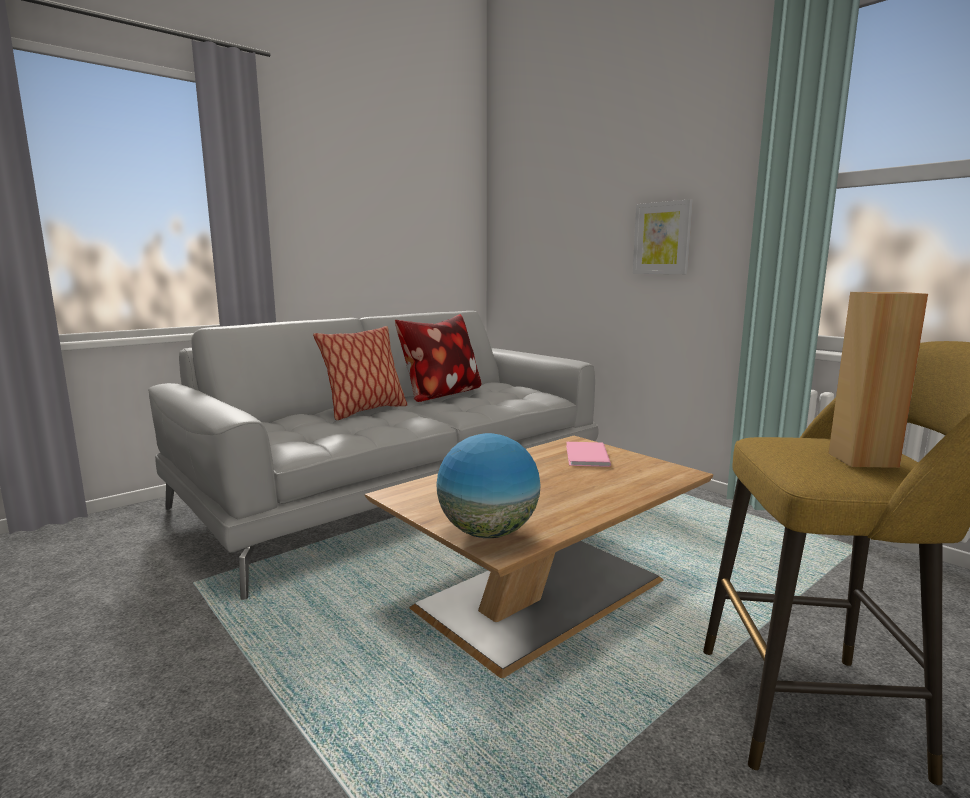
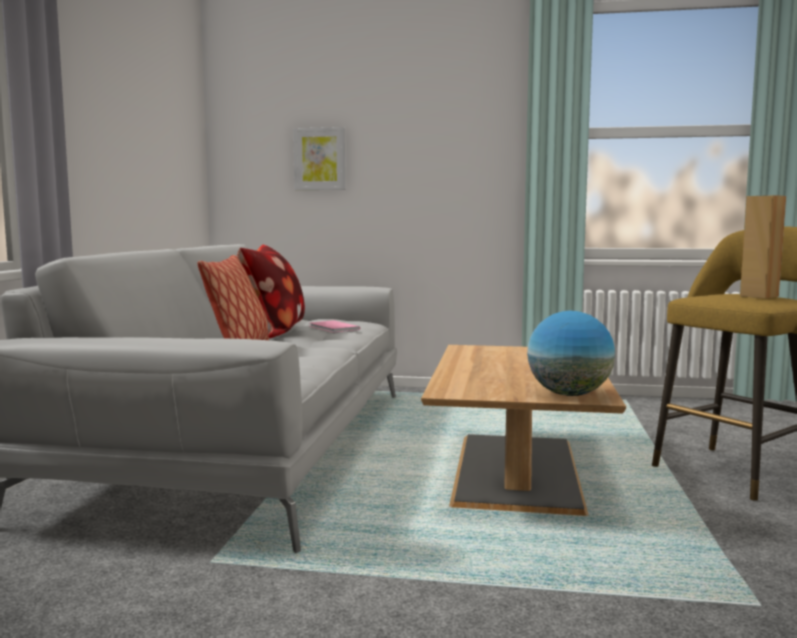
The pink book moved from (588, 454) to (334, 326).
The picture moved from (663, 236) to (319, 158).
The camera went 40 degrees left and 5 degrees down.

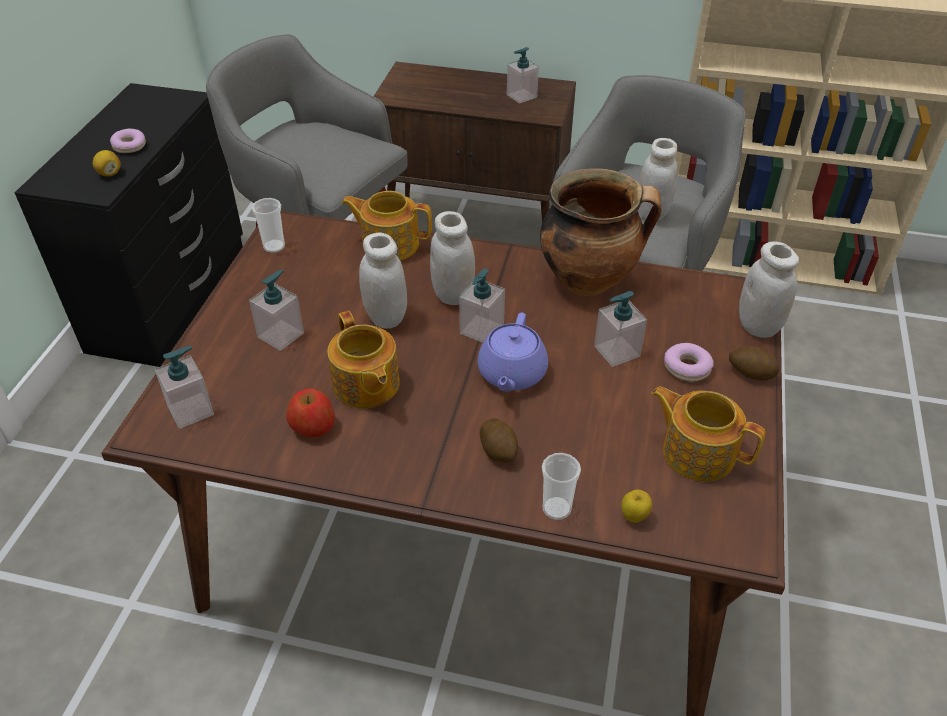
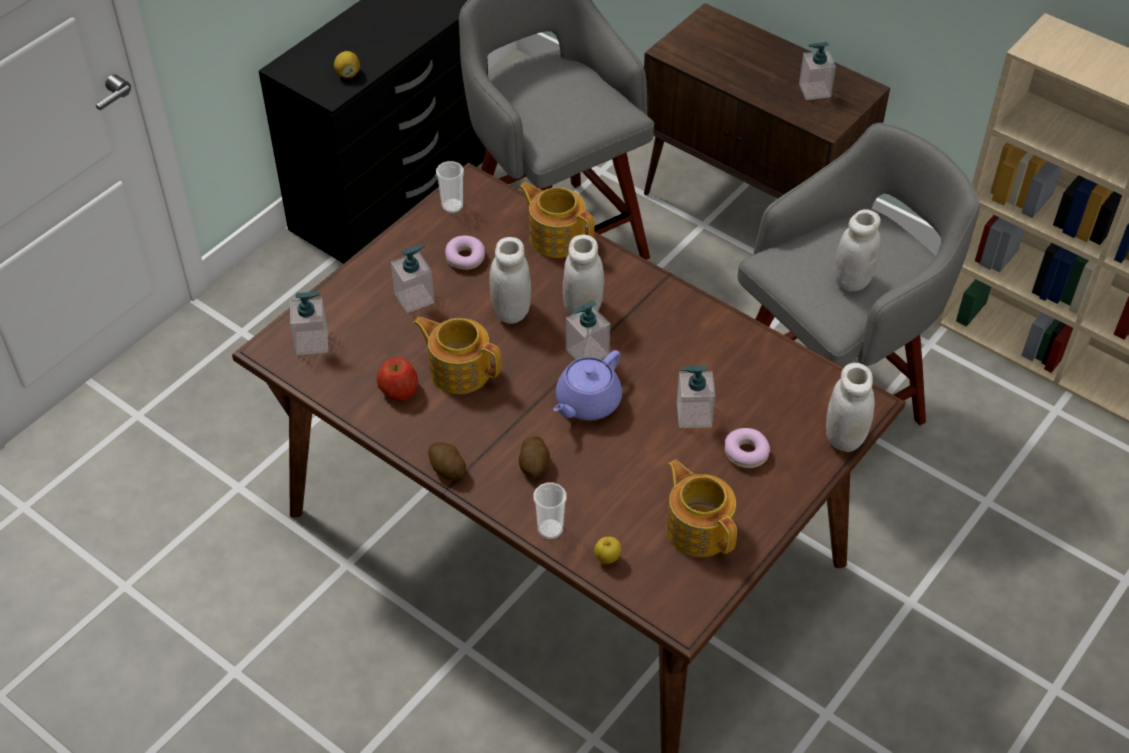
The cooking pot at (601, 232) disappeared.
The donut moved from (128, 141) to (465, 253).
The potato moved from (754, 363) to (447, 461).
The teapot at (364, 359) turned 120 degrees clockwise.
The camera went 25 degrees right and 5 degrees up.

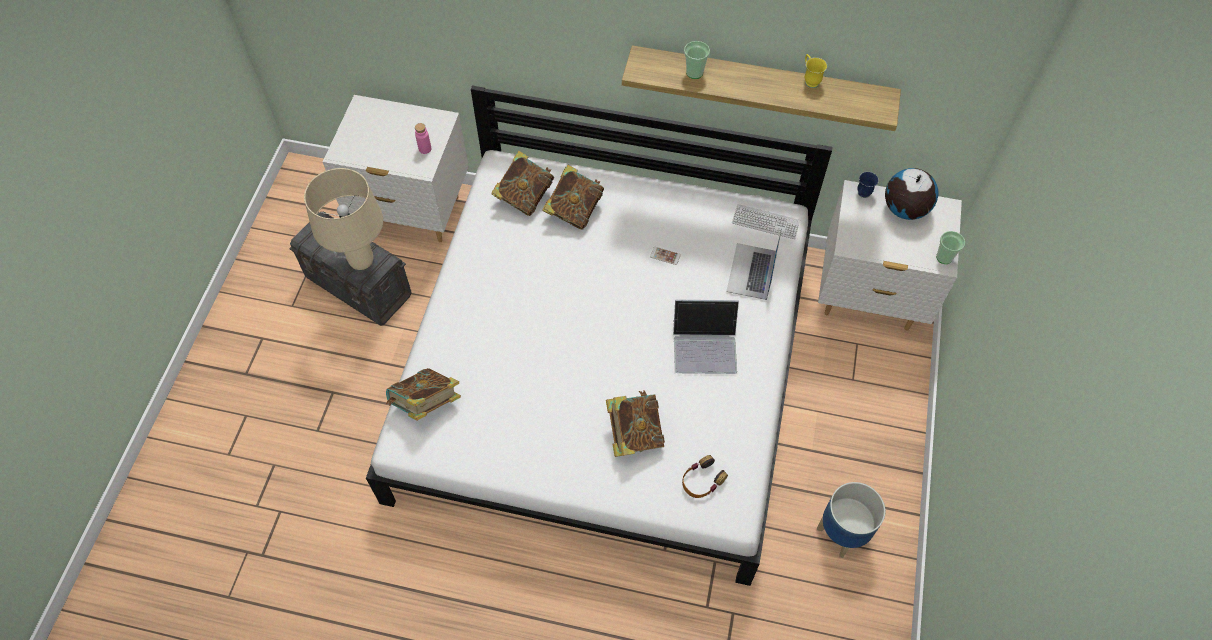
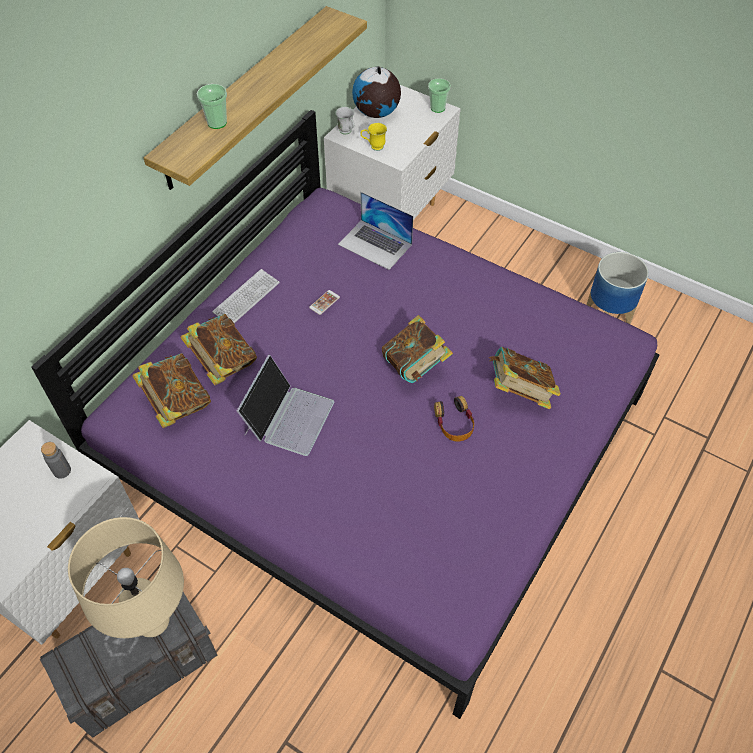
The book moved from (423, 394) to (417, 349).
The laptop moved from (706, 337) to (285, 405).
The headphones moved from (705, 476) to (454, 419).
The keyboard moved from (766, 221) to (246, 296).
The yellow mug moved from (816, 71) to (374, 137).
The white bed at (599, 336) became the purple bed at (345, 414).
The pink bottle at (423, 138) became the grey bottle at (56, 460).
The blue mug at (868, 185) became the white mug at (344, 121).
The camera went 70 degrees left and 5 degrees down.

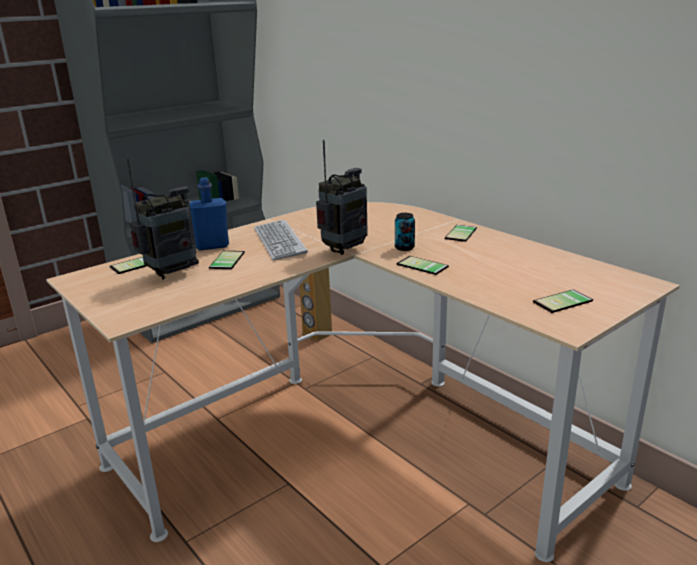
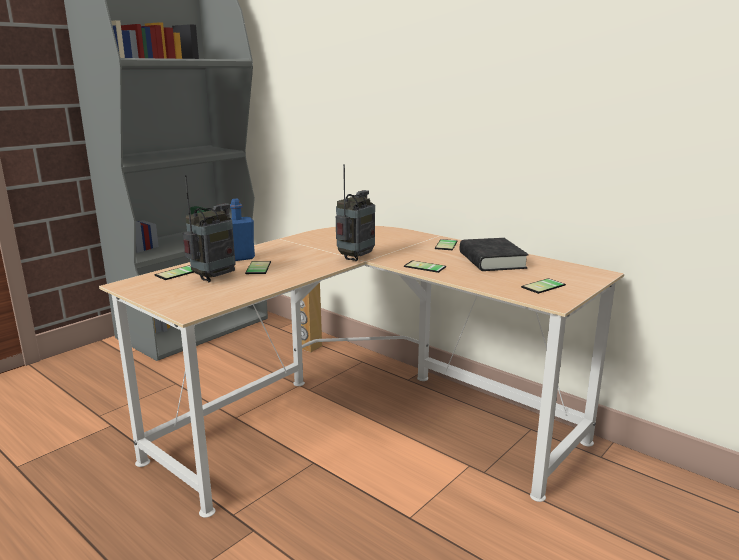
The keyboard at (281, 240) disappeared.
The can at (405, 232) disappeared.
The black book at (494, 254) appeared.
The camera went 10 degrees left and 5 degrees down.

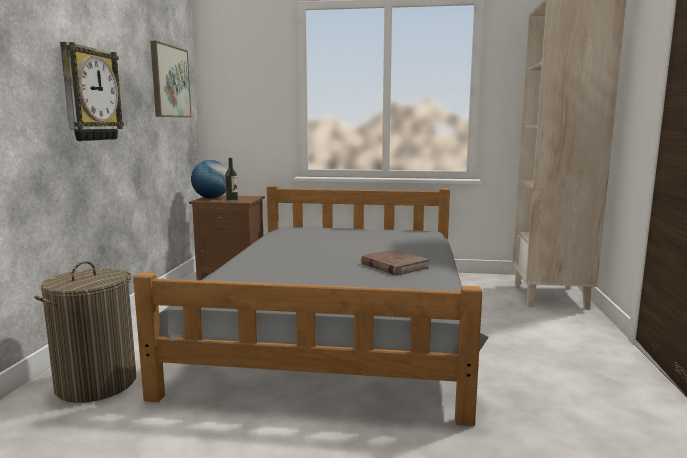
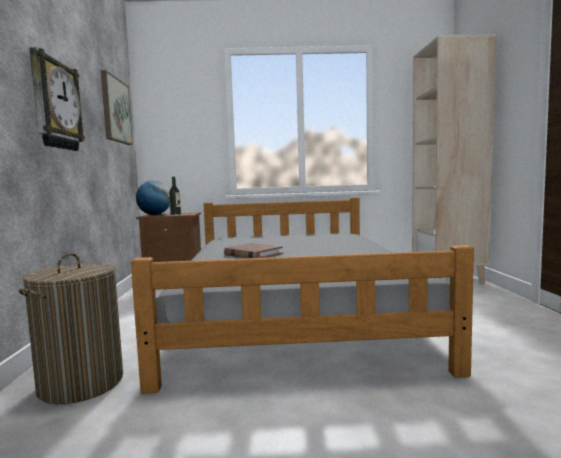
The brown book moved from (395, 262) to (253, 251).
The camera went 10 degrees left and 5 degrees down.

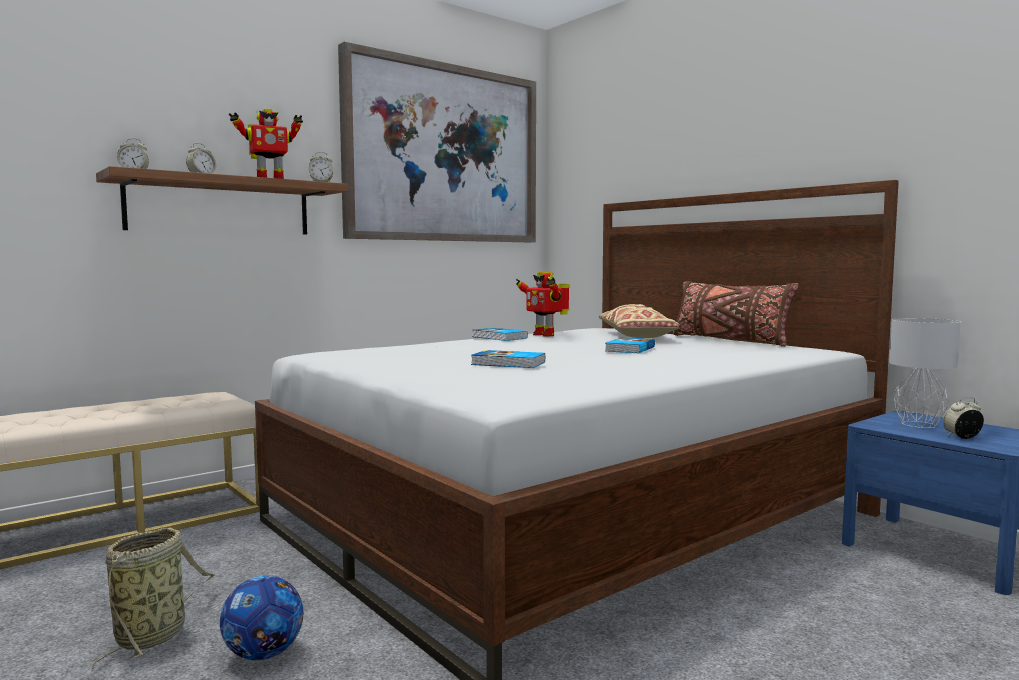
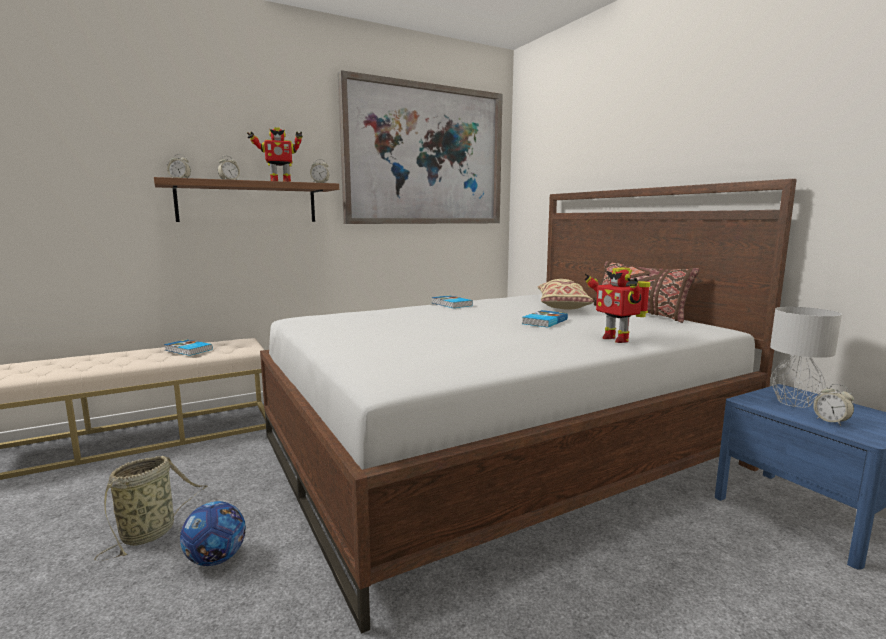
The book moved from (508, 359) to (188, 347).
The toy robot moved from (543, 304) to (617, 305).
The alarm clock at (963, 418) turned 120 degrees counterclockwise.
The camera went 10 degrees right and 5 degrees up.

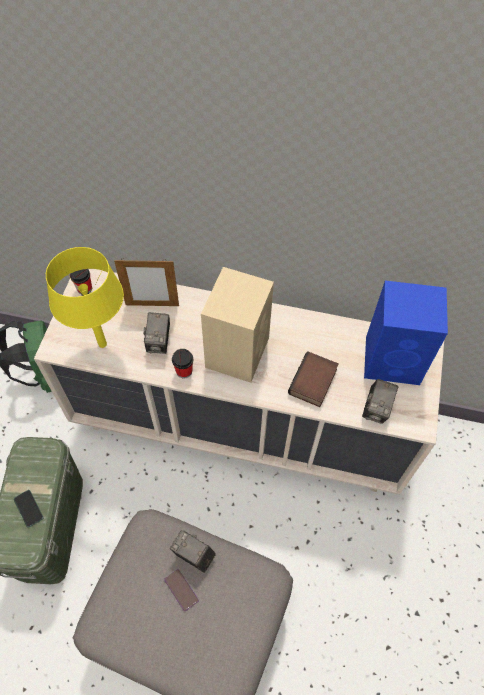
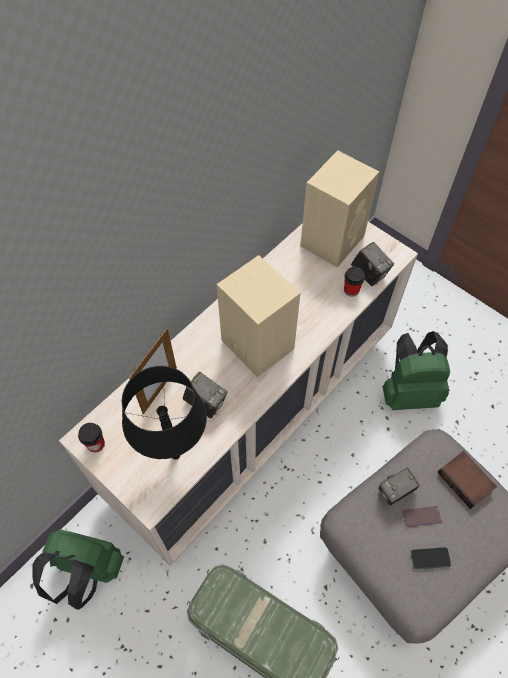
The green backpack at (416, 370) appeared.
The phone moved from (29, 509) to (430, 558).
The cup moved from (182, 363) to (354, 282).
The book moved from (313, 379) to (467, 480).
The yellow table lamp at (85, 297) became the black table lamp at (164, 413).
The blue speaker at (406, 332) became the beige speaker at (339, 209).
The camera went 60 degrees left and 0 degrees up.

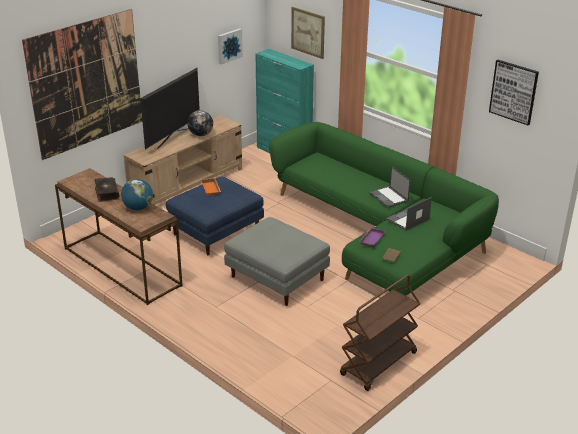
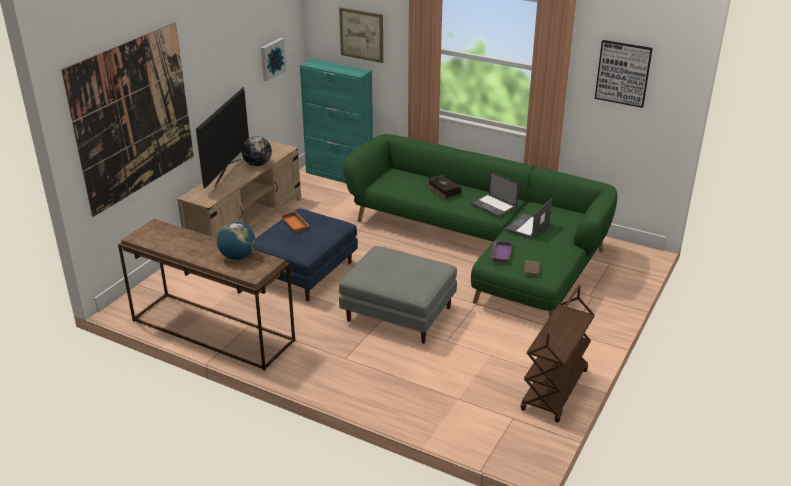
The book moved from (107, 189) to (444, 187).
The camera went 15 degrees left and 0 degrees up.

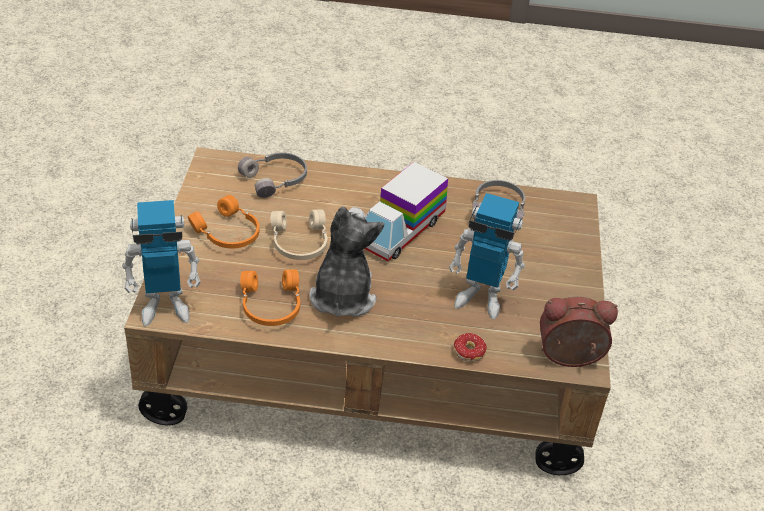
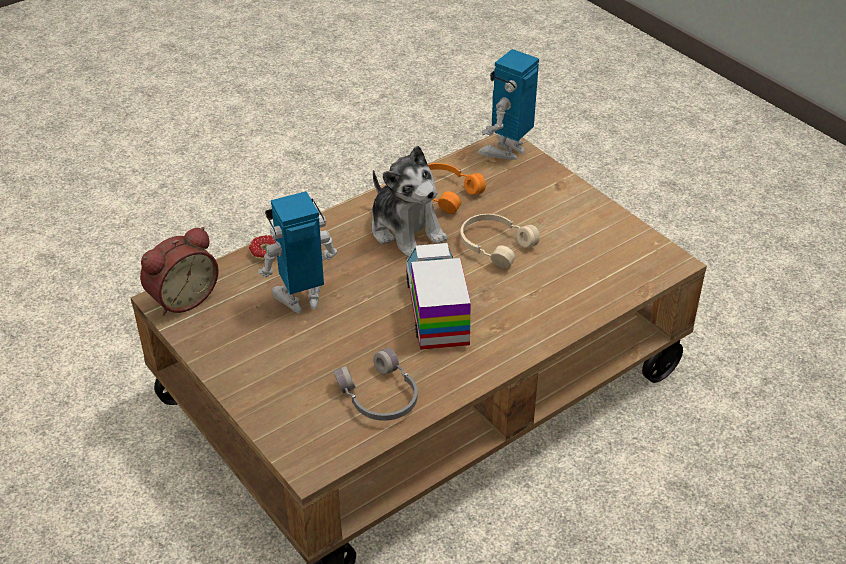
The orange headphones at (223, 222) disappeared.
The grey headphones at (272, 175) disappeared.
The camera went 140 degrees right and 0 degrees up.

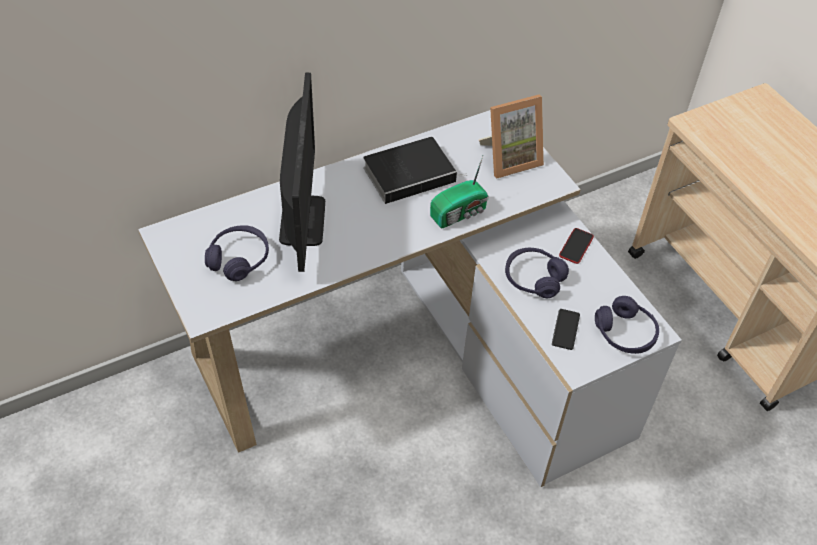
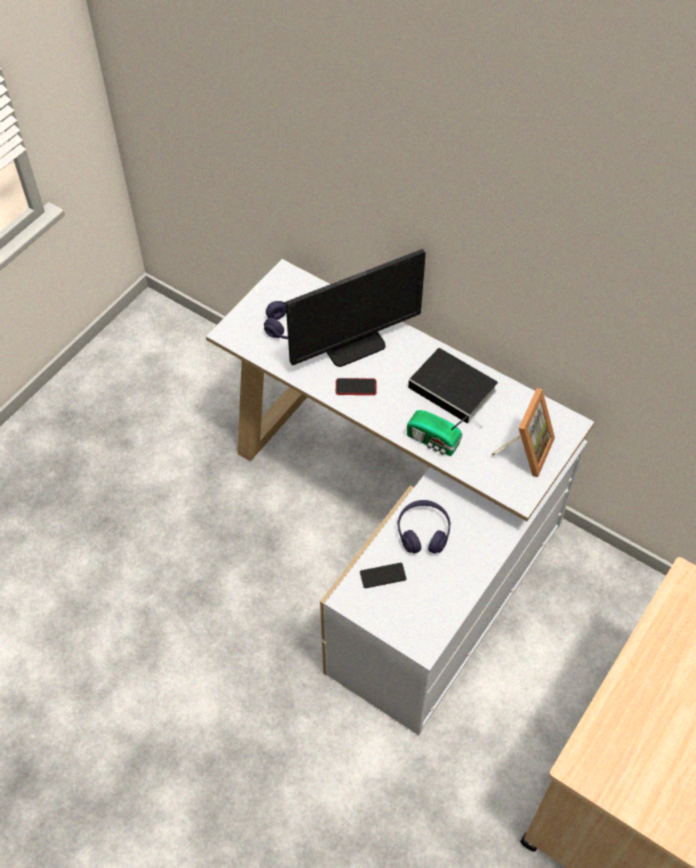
The purple headphones at (627, 325) disappeared.
The phone moved from (576, 246) to (356, 386).
The picture frame at (511, 137) turned 105 degrees counterclockwise.
The camera went 65 degrees right and 5 degrees up.

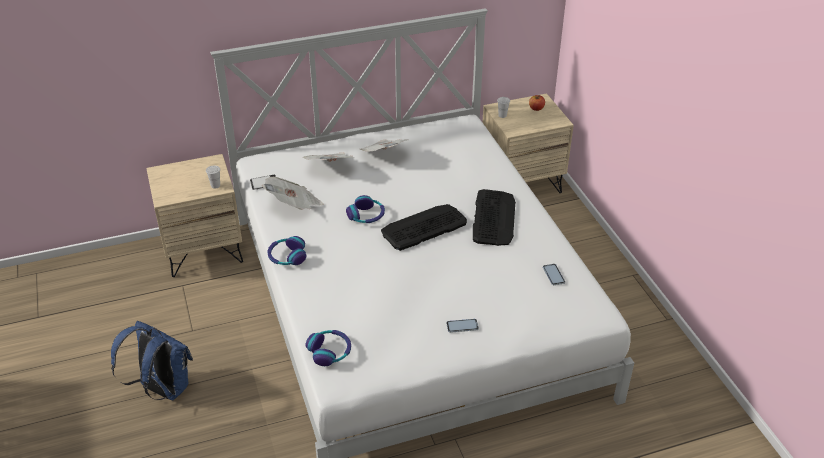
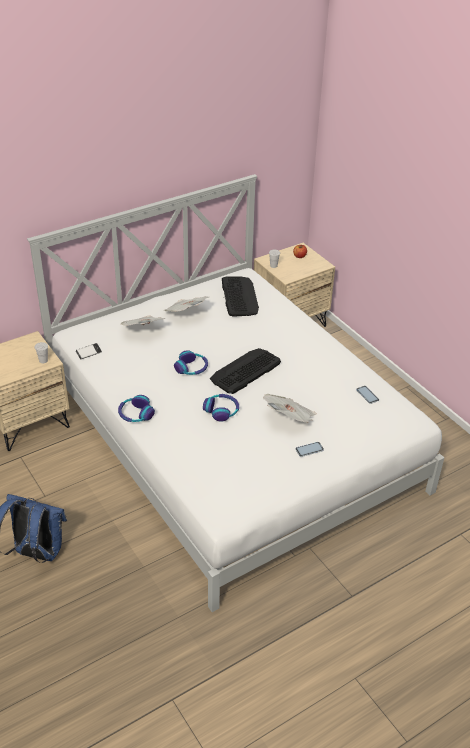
The newspaper moved from (293, 193) to (290, 408).
The headphones moved from (328, 348) to (221, 408).
The keyboard moved from (494, 217) to (240, 296).
The camera went 15 degrees left and 0 degrees up.

